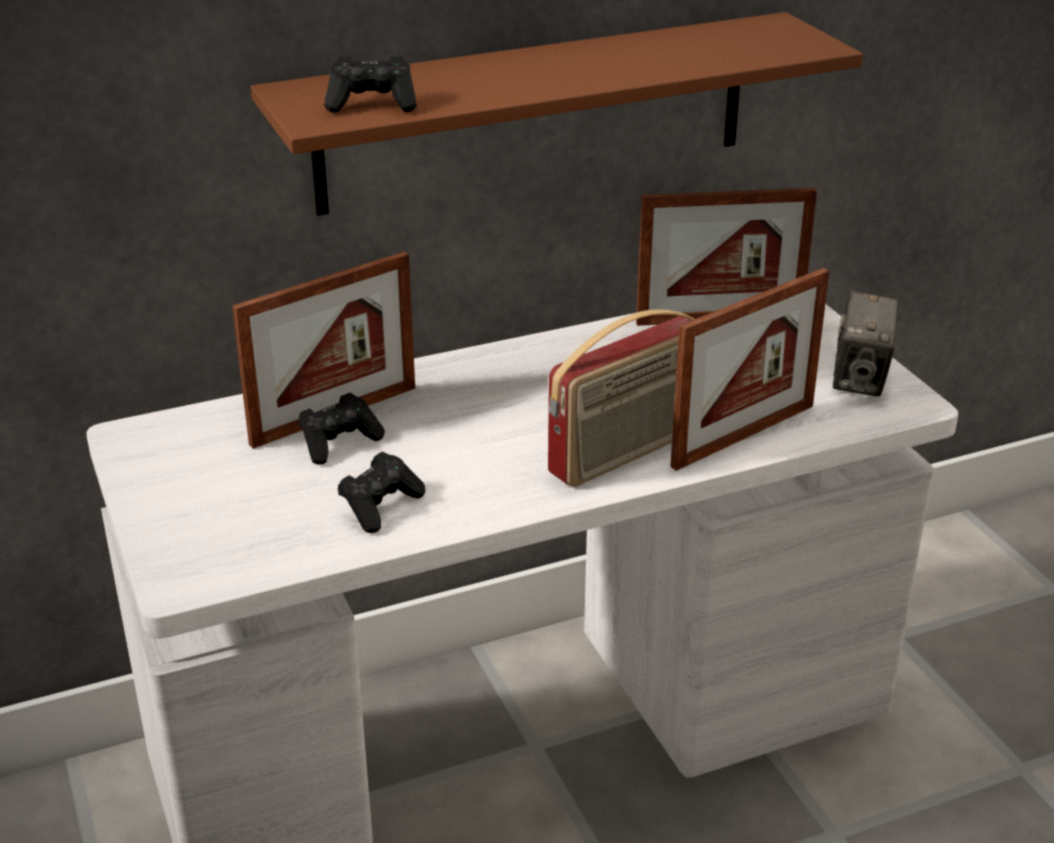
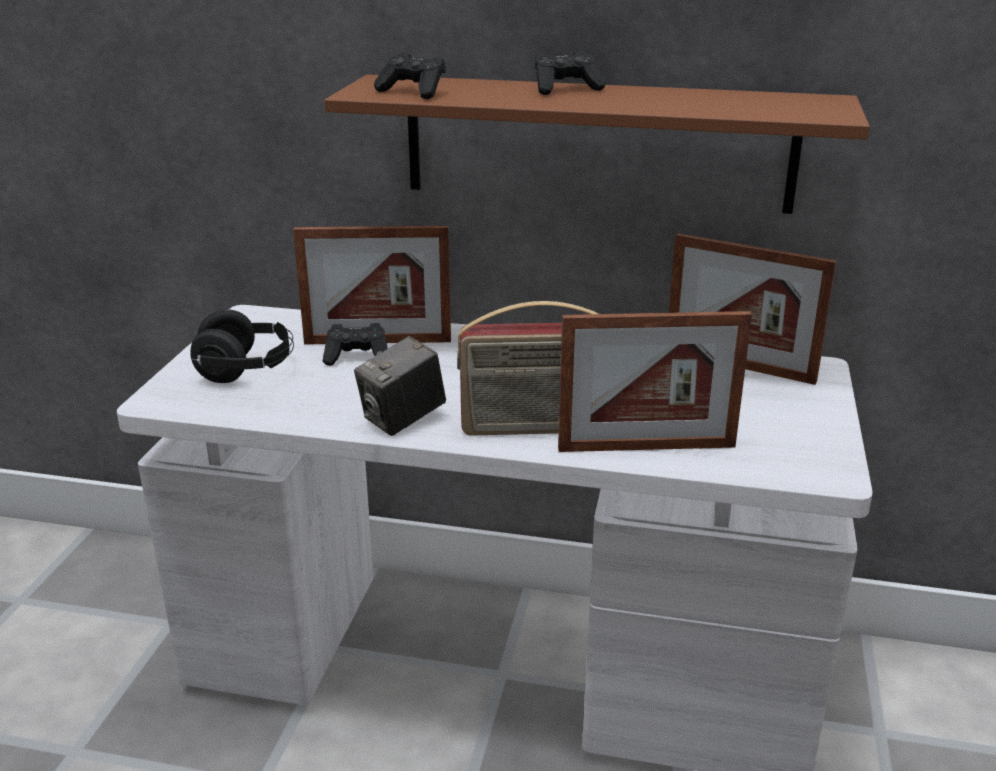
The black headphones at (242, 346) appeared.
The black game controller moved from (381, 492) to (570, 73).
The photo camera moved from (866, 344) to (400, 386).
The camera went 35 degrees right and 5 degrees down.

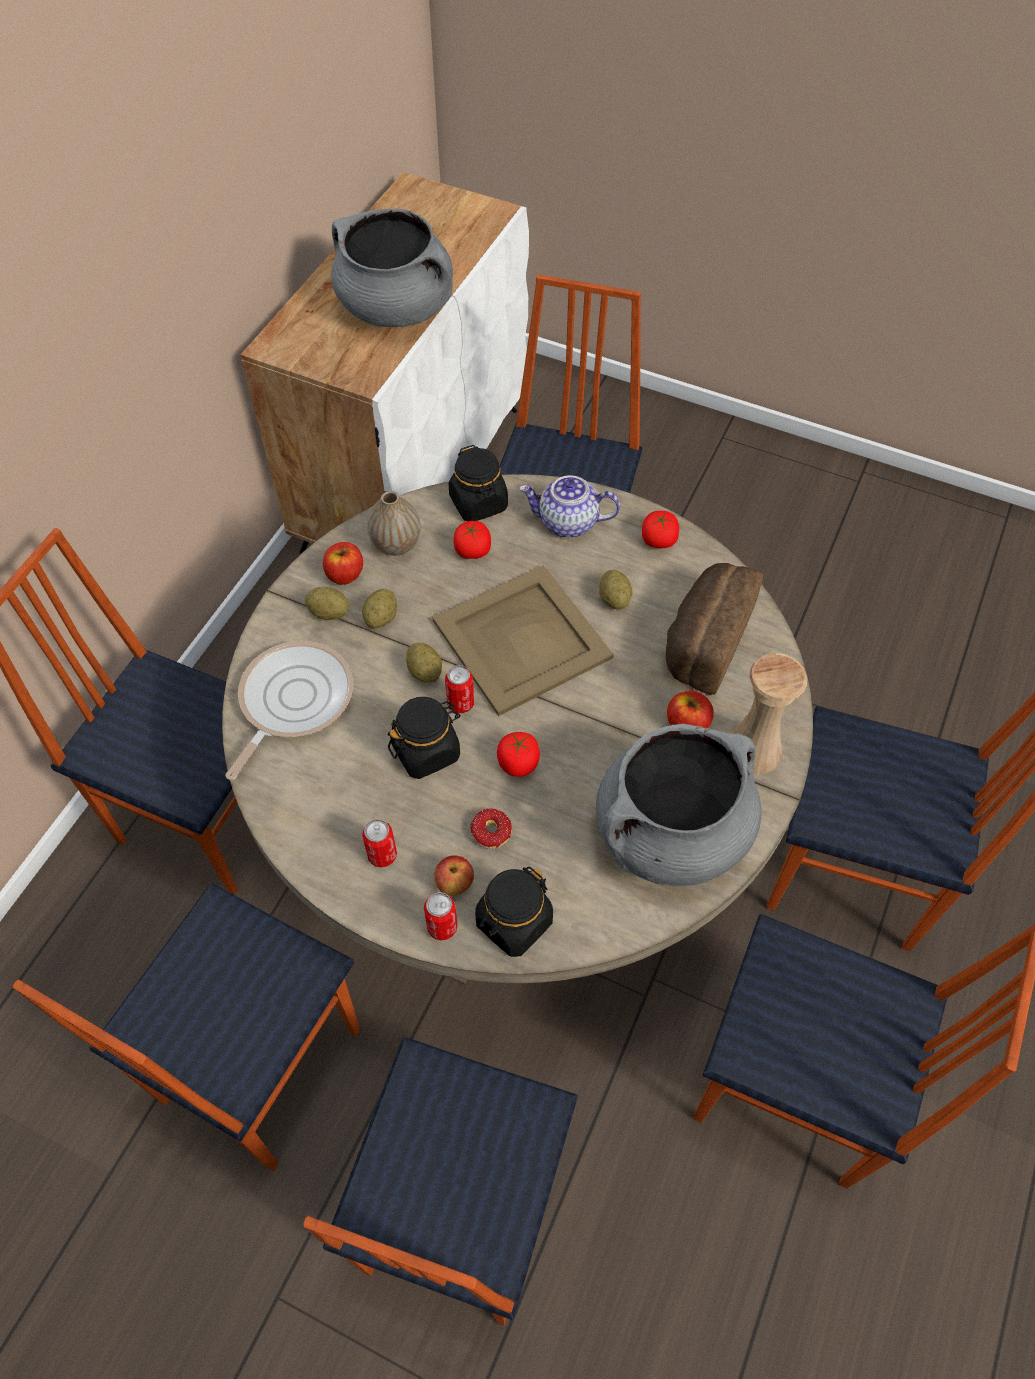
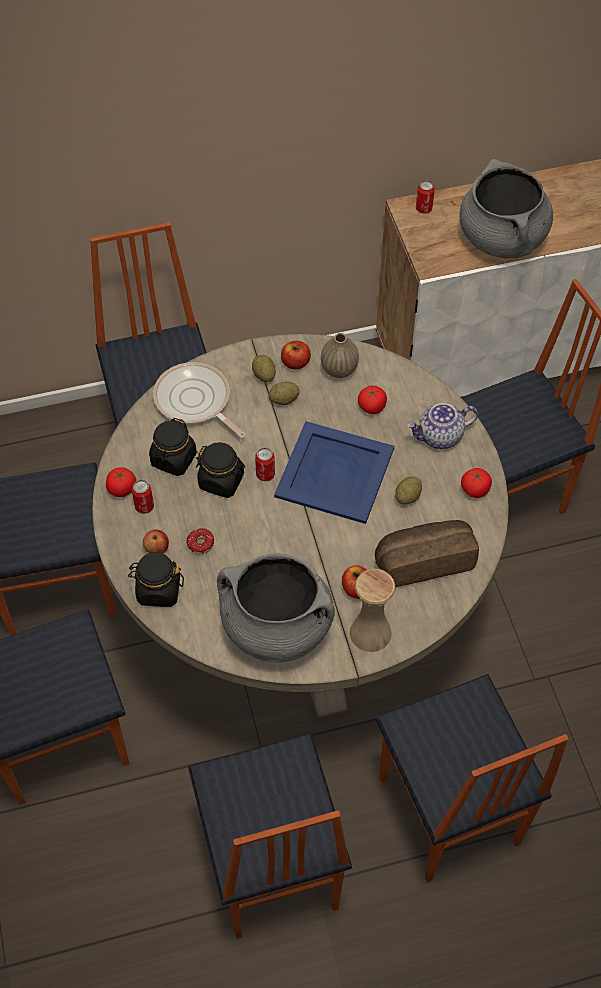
The potato at (424, 663) disappeared.
The can moved from (441, 916) to (425, 197).
The black jar moved from (478, 483) to (173, 447).
The tomato moved from (518, 754) to (121, 482).
The beige tray at (523, 640) became the blue tray at (334, 472).
The frying pan at (289, 710) turned 120 degrees counterclockwise.
The teapot at (569, 506) turned 75 degrees counterclockwise.
The camera went 50 degrees right and 0 degrees up.

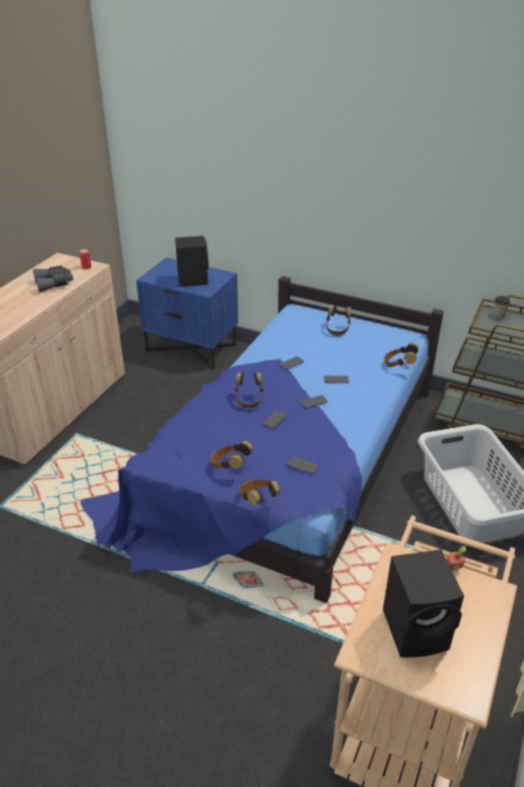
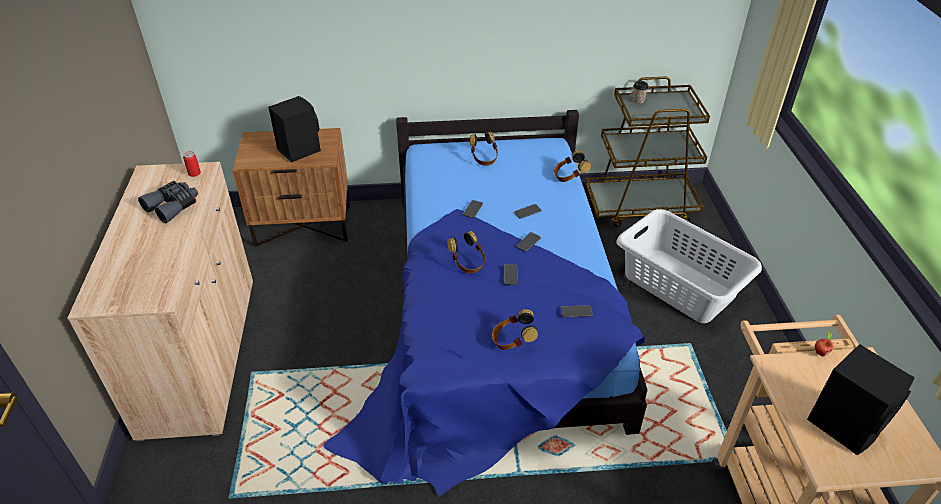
The headphones at (259, 492) disappeared.
The blue nightstand at (187, 313) became the brown nightstand at (291, 187).
The camera went 30 degrees left and 5 degrees up.

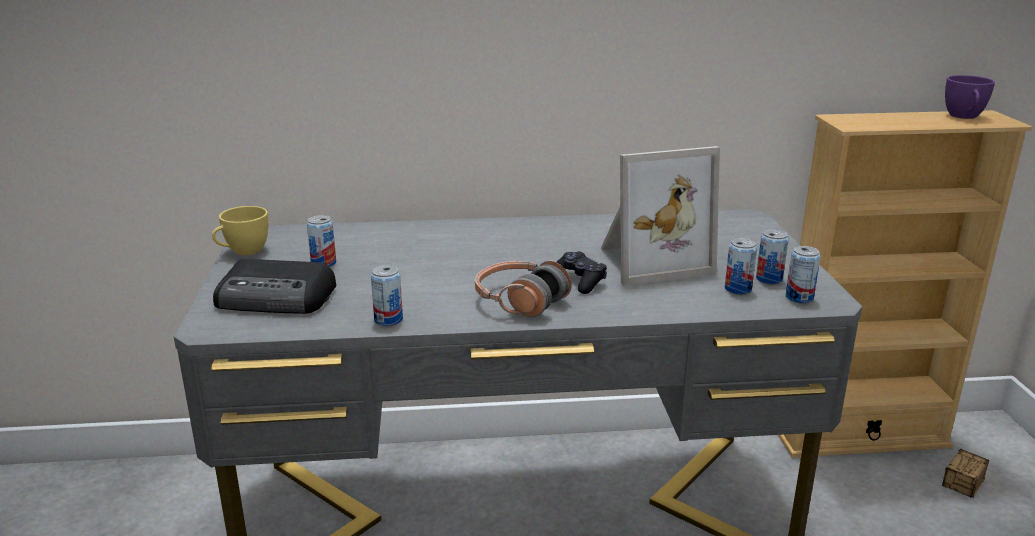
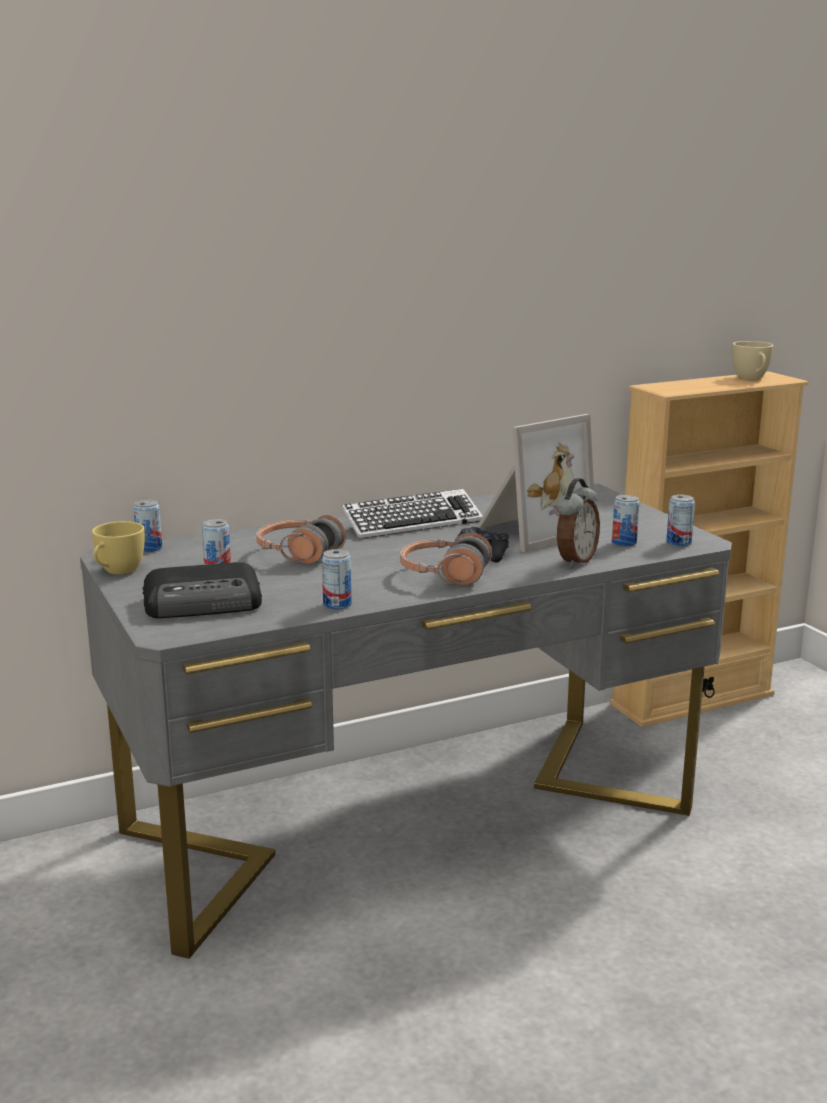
The storage box at (965, 473) disappeared.
The headphones at (301, 539) appeared.
The keyboard at (412, 514) appeared.
The alarm clock at (578, 522) appeared.
The can moved from (772, 256) to (147, 526).
The purple cup at (970, 97) became the beige cup at (752, 360).
The camera went 20 degrees left and 5 degrees down.

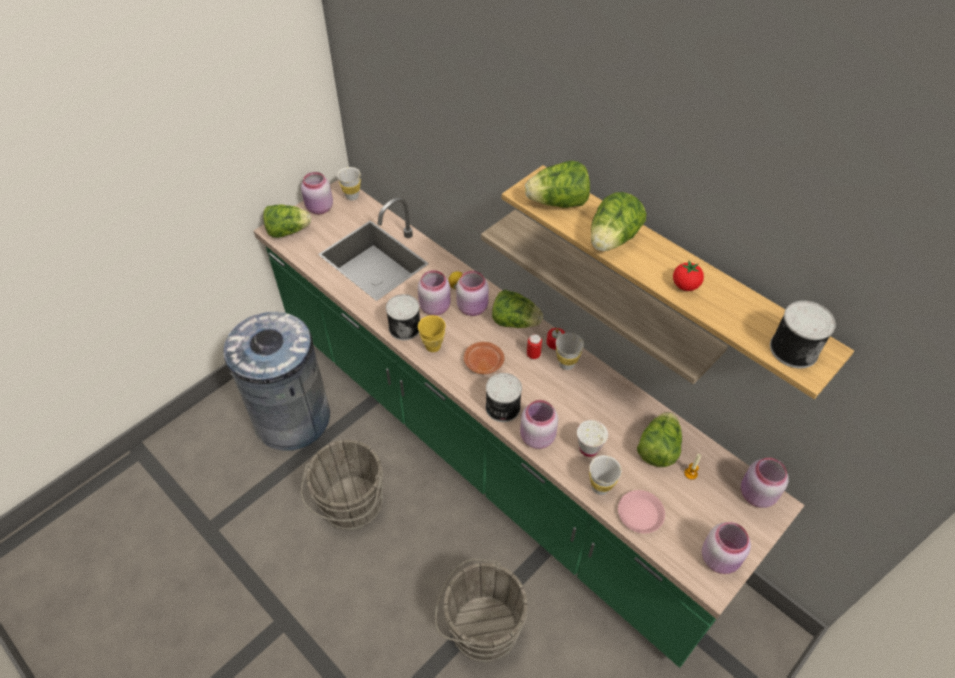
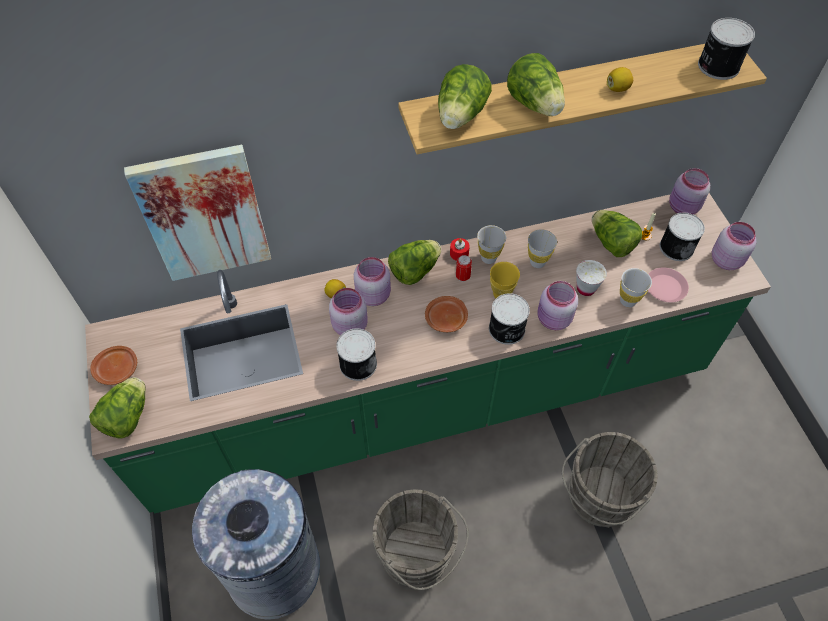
The shelf at (604, 297) disappeared.
The picture at (197, 213) appeared.
The can at (682, 236) appeared.
The white cup moved from (349, 183) to (542, 248).
The yellow cup moved from (432, 333) to (505, 280).
The pink jar at (317, 193) was replaced by the brown plate at (113, 365).
The tomato at (688, 276) was replaced by the lemon at (620, 79).
The camera went 60 degrees left and 5 degrees up.

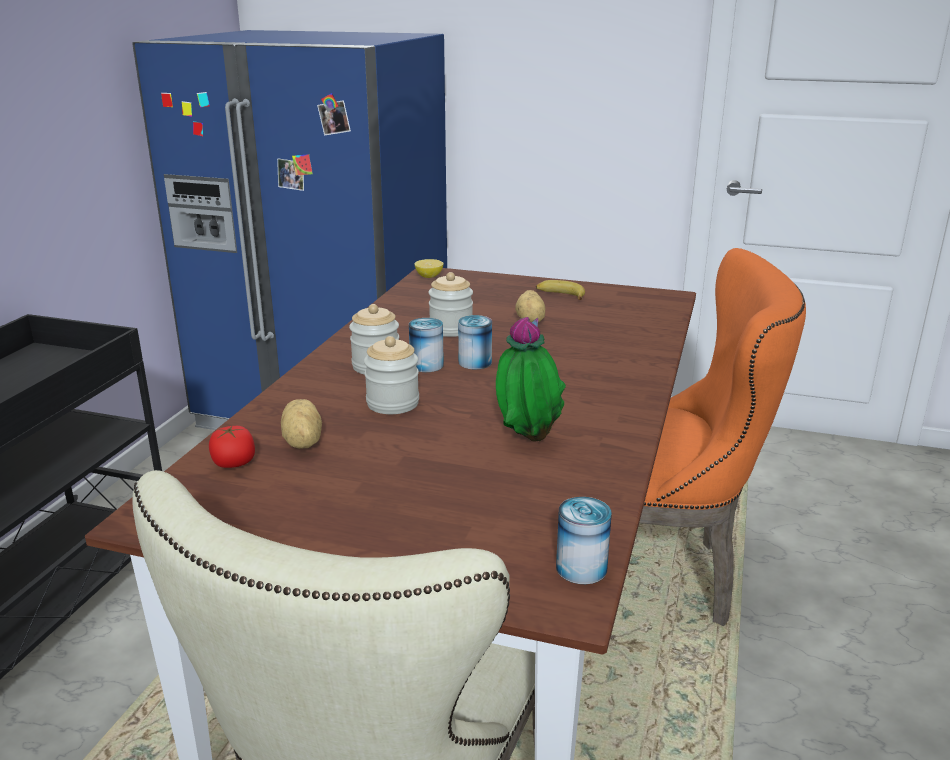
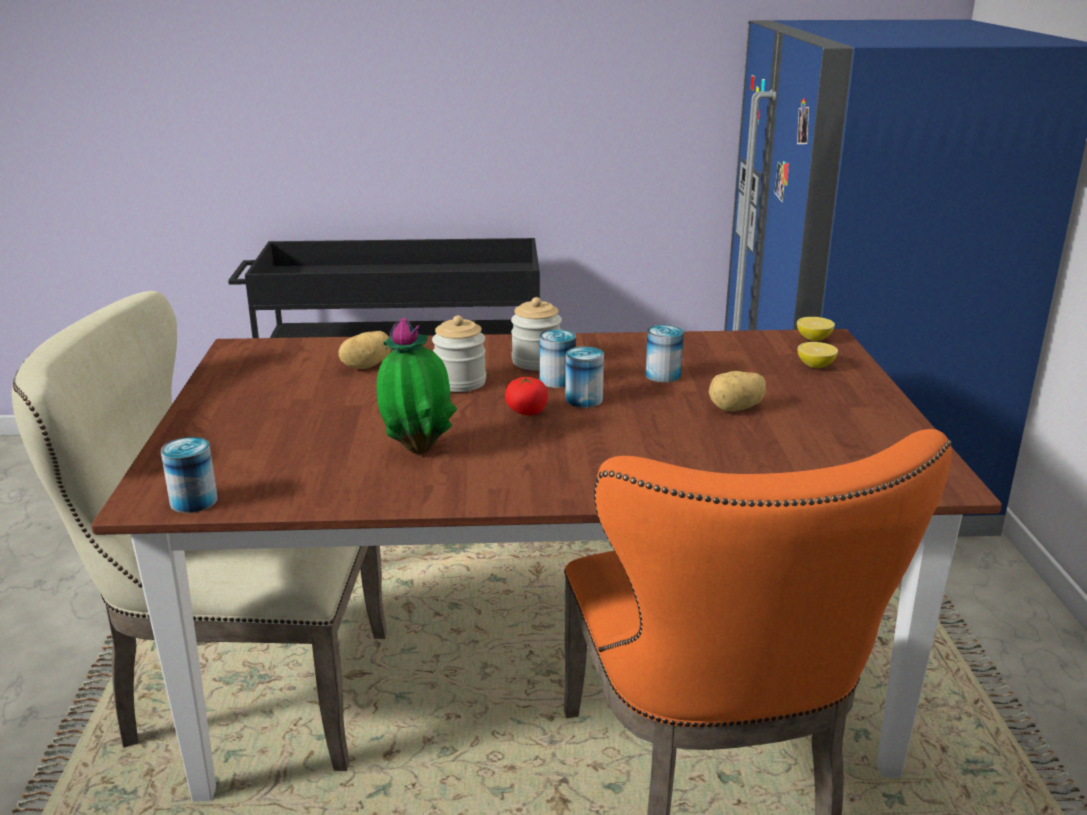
The banana at (560, 290) disappeared.
The lemon at (818, 355) appeared.
The tomato moved from (232, 446) to (526, 396).
The jar at (450, 304) was replaced by the can at (664, 354).
The camera went 70 degrees right and 0 degrees up.

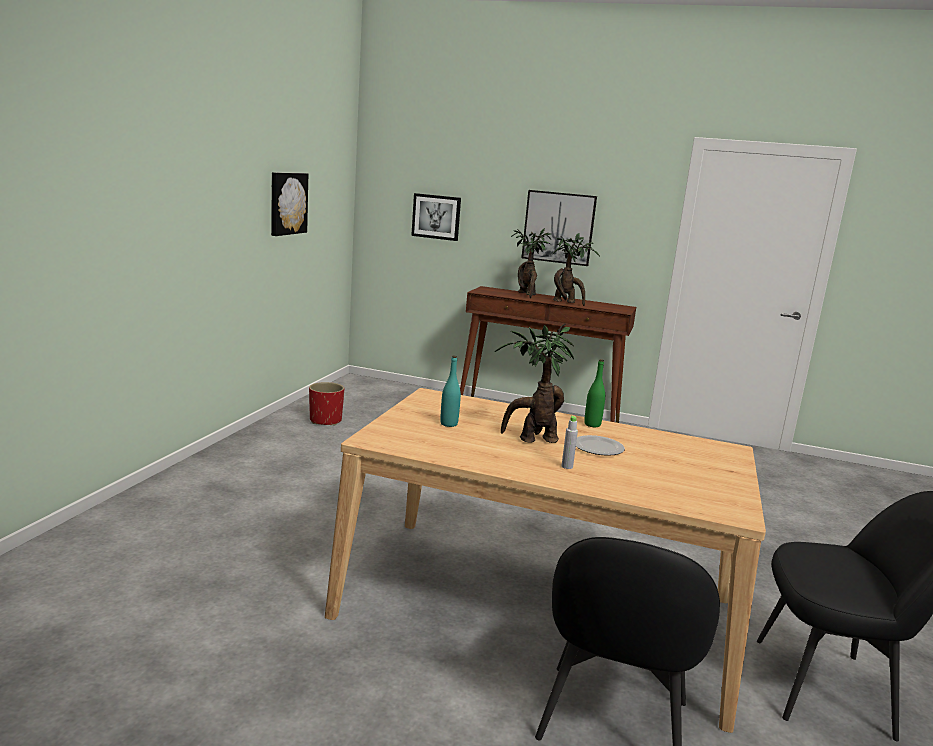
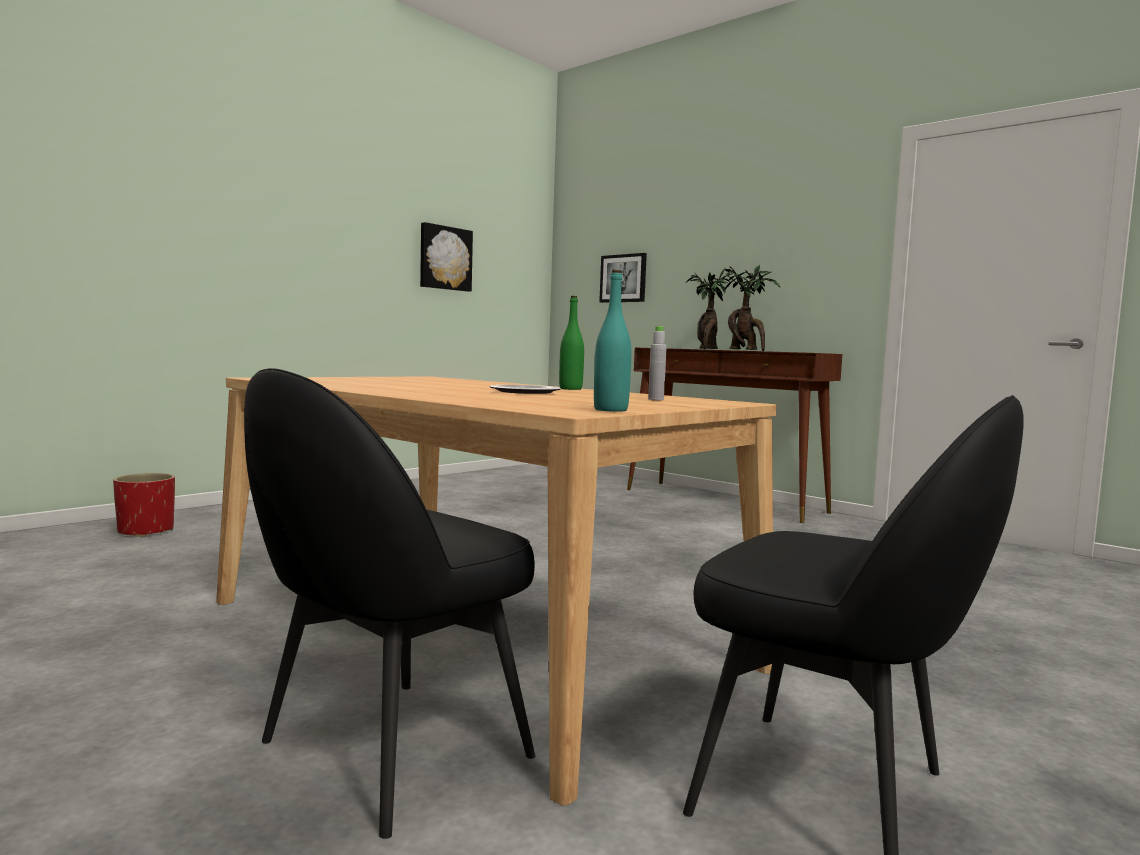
The potted plant at (534, 383) disappeared.
The picture at (559, 228) disappeared.
The red planter moved from (326, 403) to (144, 505).
The turquoise bottle moved from (450, 391) to (612, 341).
The grey bottle moved from (570, 442) to (657, 363).
The camera went 25 degrees right and 10 degrees down.

